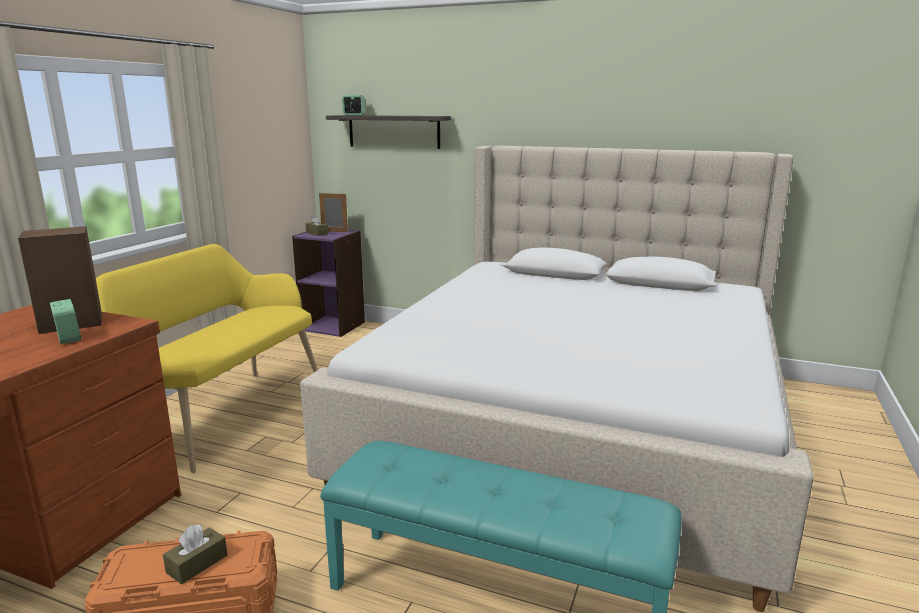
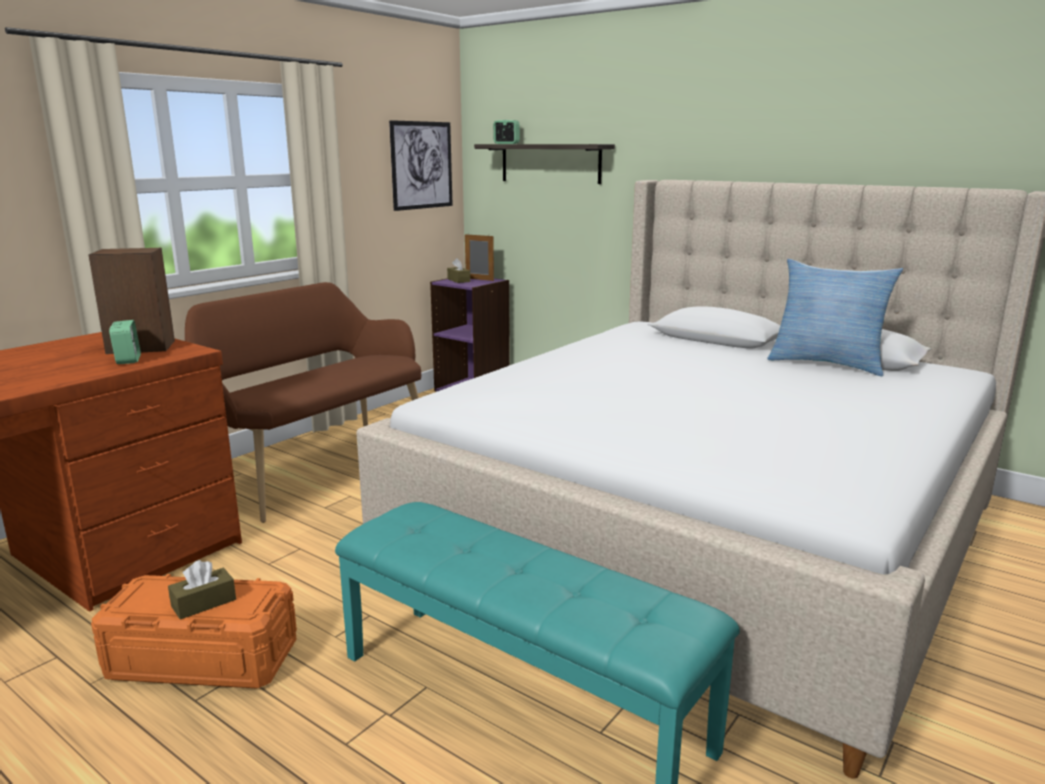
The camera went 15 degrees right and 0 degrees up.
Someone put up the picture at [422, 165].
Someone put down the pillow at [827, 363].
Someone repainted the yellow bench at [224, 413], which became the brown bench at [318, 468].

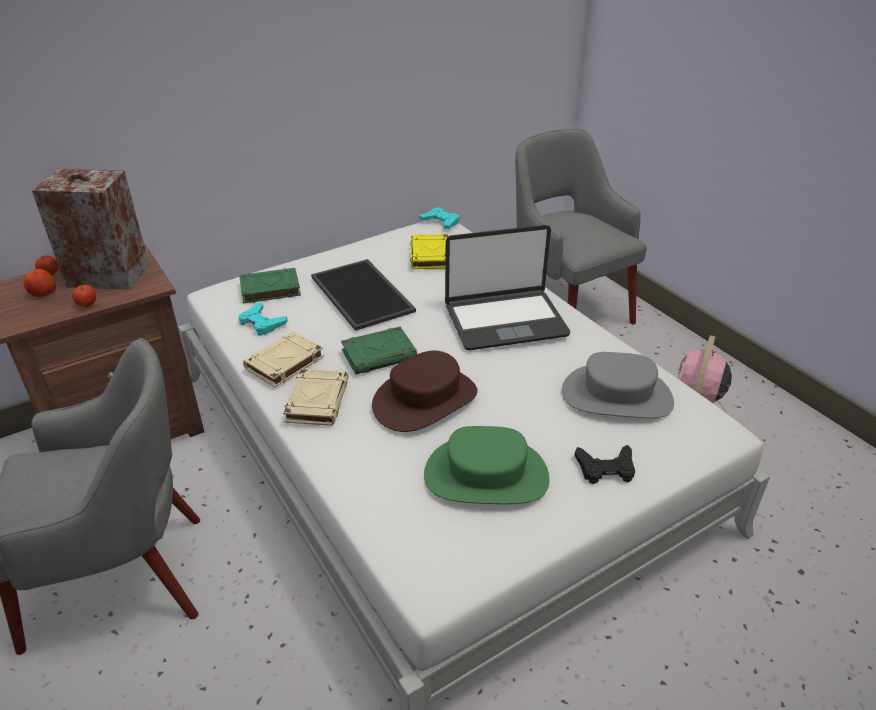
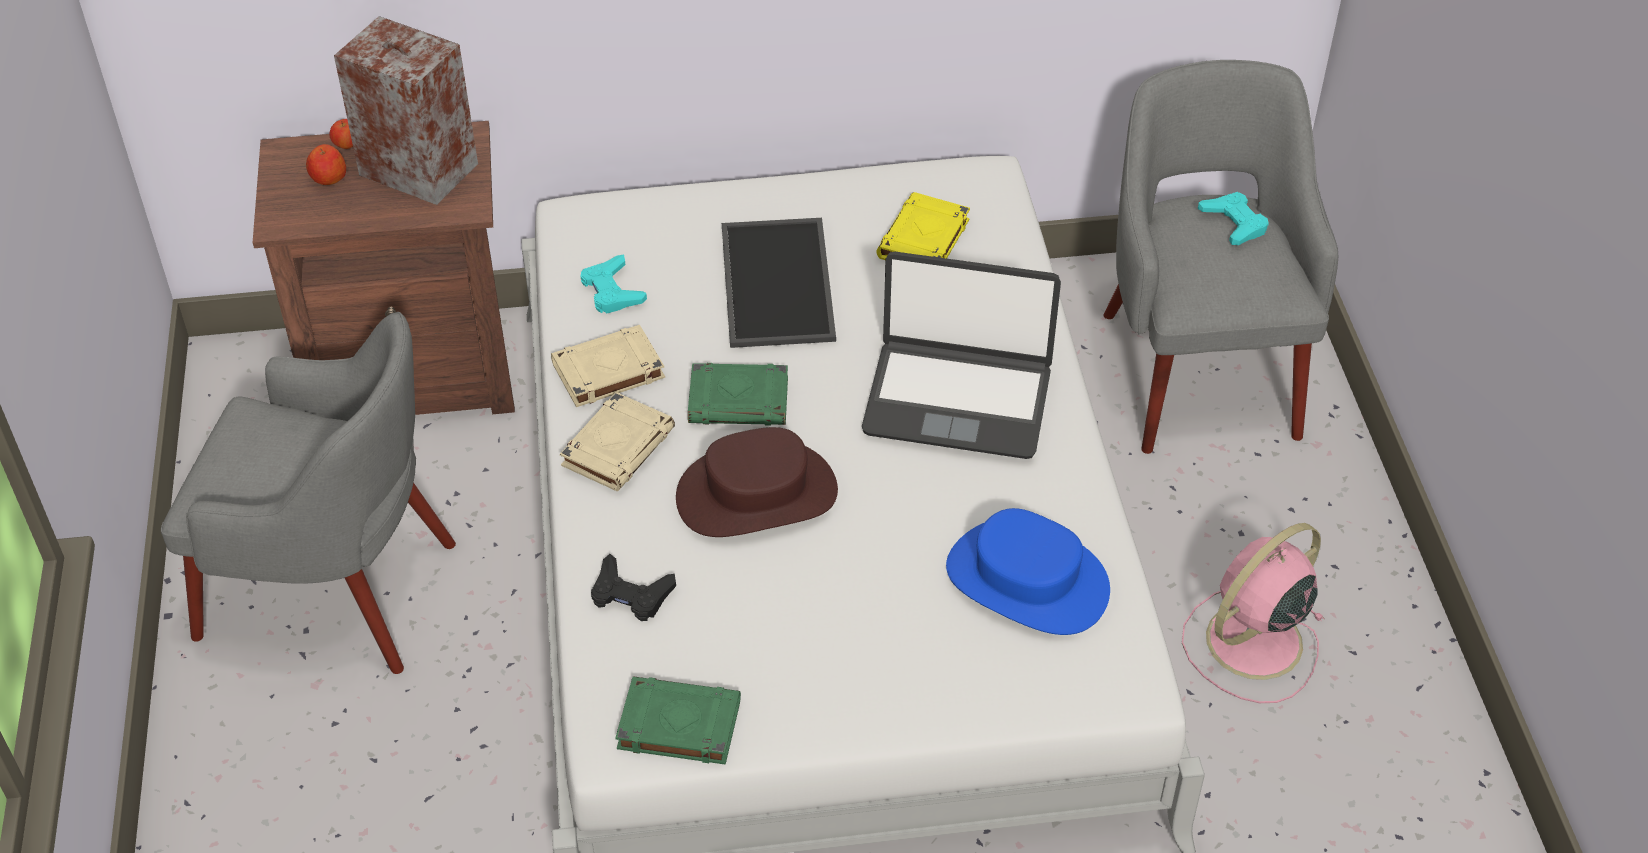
The camera went 25 degrees right and 10 degrees up.
Someone took away the apple at [87, 305].
Someone took away the green hat at [486, 476].
Someone carried the green book from [269, 289] to [677, 725].
Someone carried the turquoise game controller from [440, 222] to [1234, 223].
Someone carried the black game controller from [605, 468] to [631, 594].
Someone repainted the grey hat at [616, 396], which became the blue hat at [1026, 581].

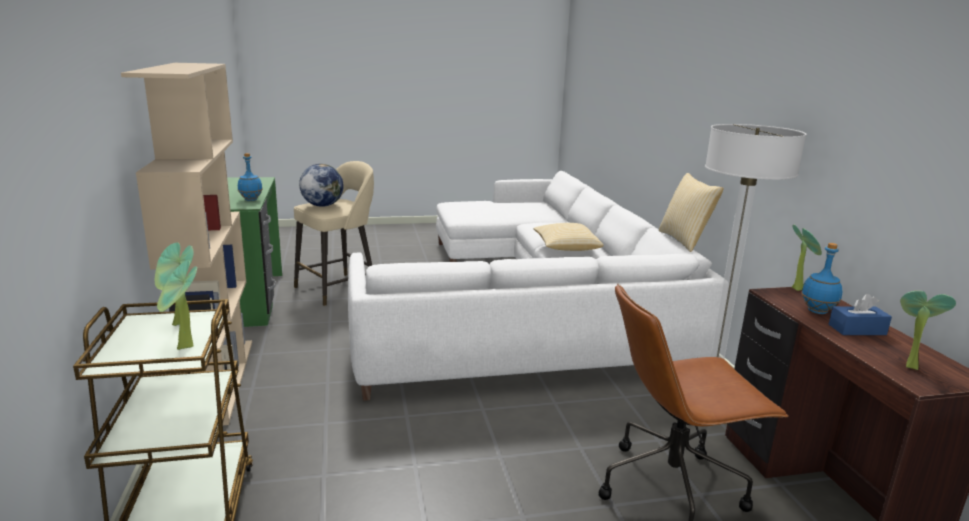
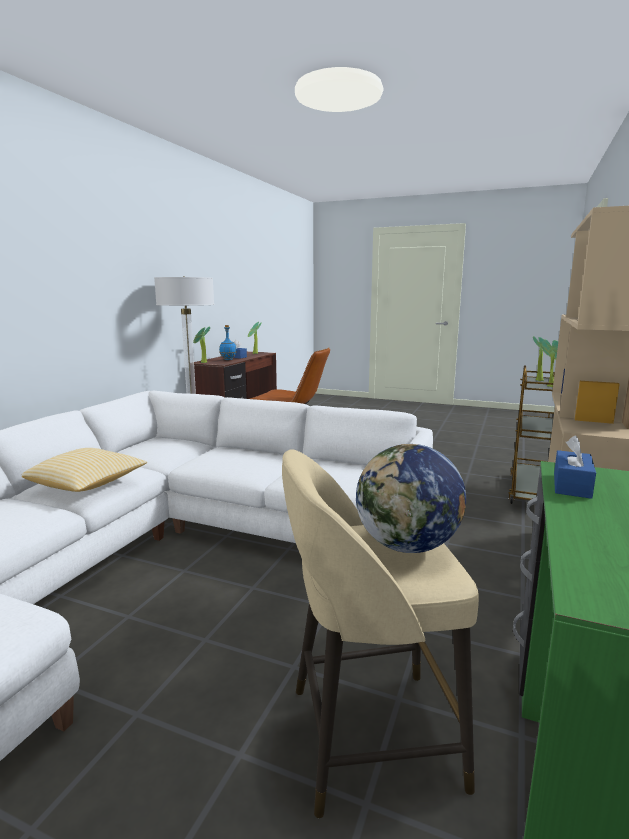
The camera went 145 degrees left and 5 degrees down.
Someone took away the pillow at [685, 241].
Someone swapped the blue bottle at [250, 200] for the blue tissue box at [571, 485].

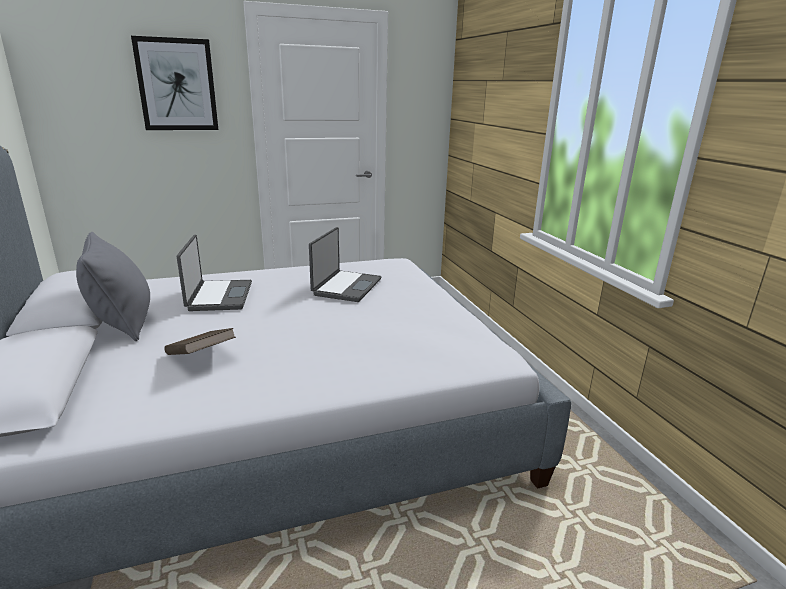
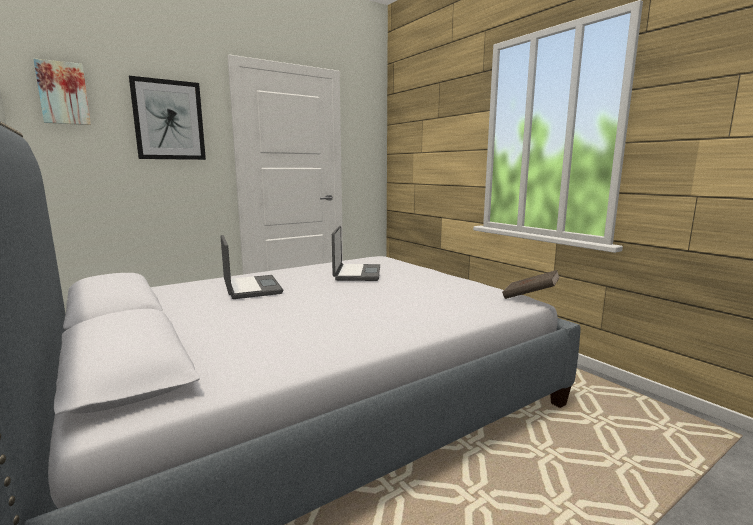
The camera went 15 degrees left and 10 degrees down.
Someone took away the grey pillow at [123, 324].
Someone put up the picture at [63, 93].
Someone carried the brown book from [201, 357] to [530, 297].

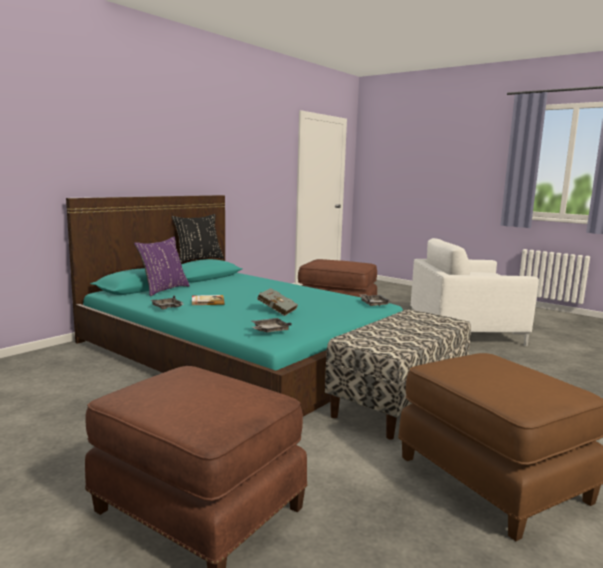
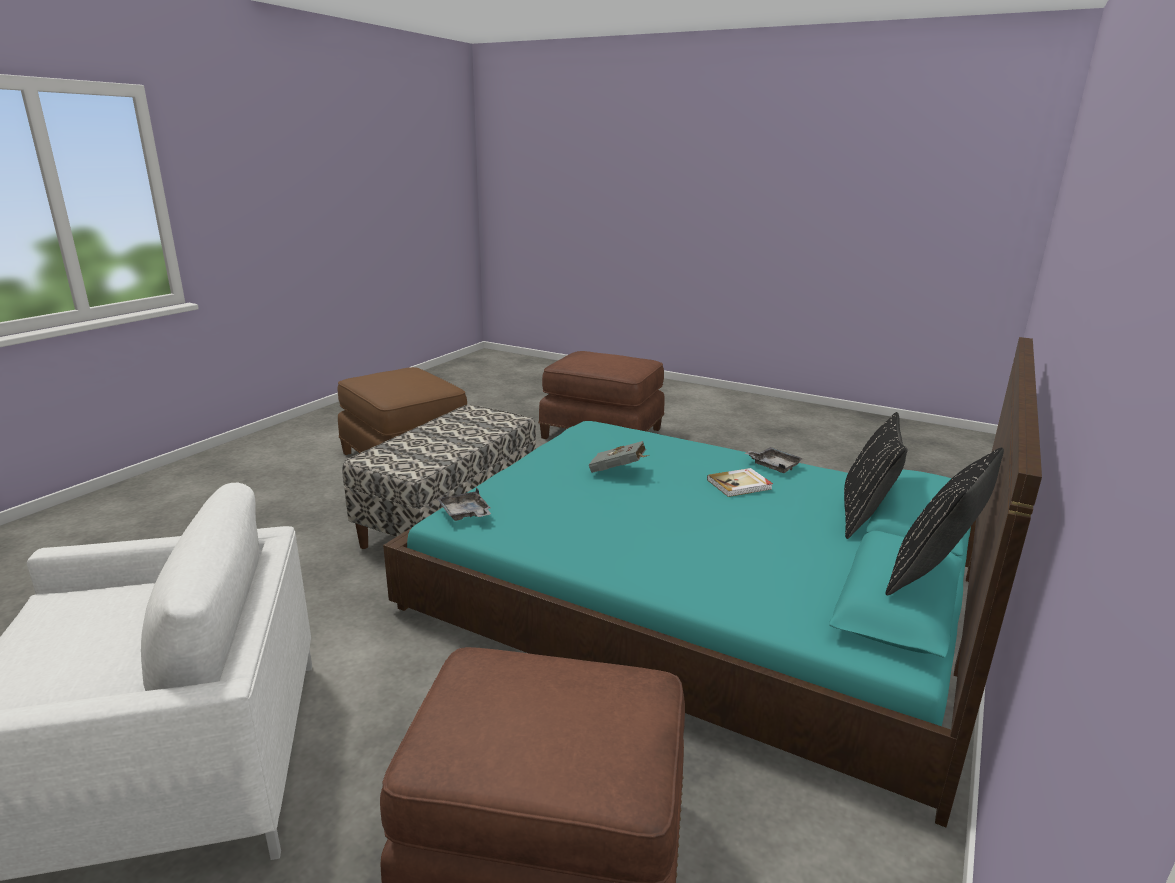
The camera went 170 degrees right and 10 degrees up.
Someone took away the grey tray at [269, 330].
Someone repainted the purple pillow at [163, 290], which became the black pillow at [865, 516].

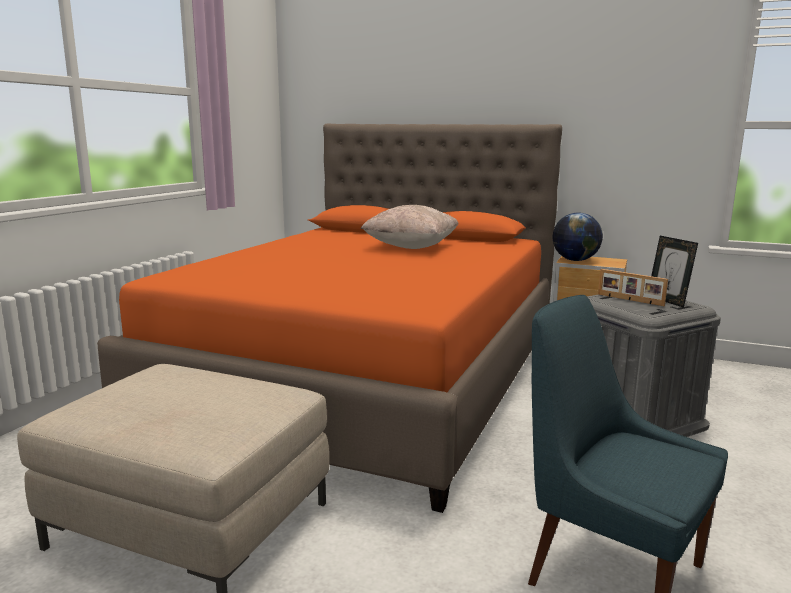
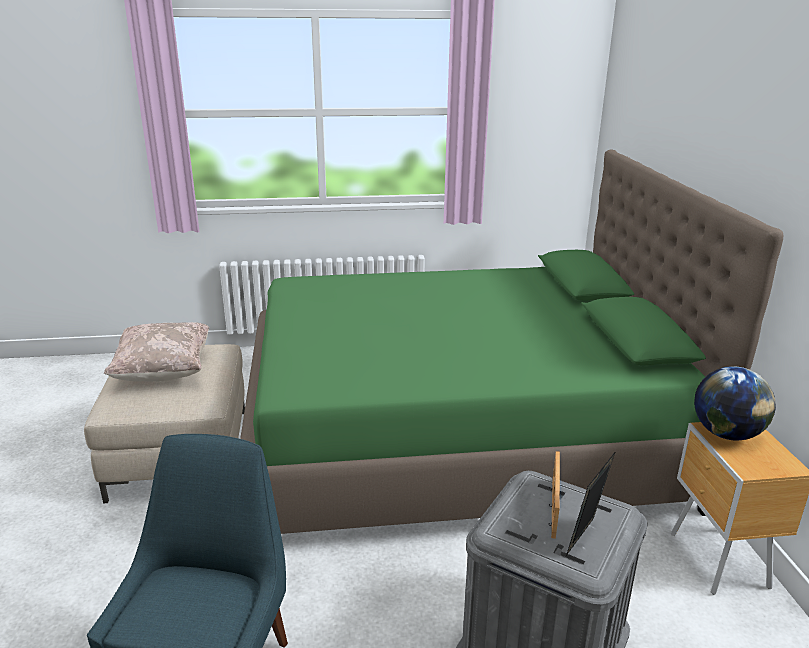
The camera went 60 degrees right and 10 degrees up.
Someone carried the beige pillow from [411, 247] to [164, 372].
Someone repainted the orange bed at [369, 377], which became the green bed at [456, 435].

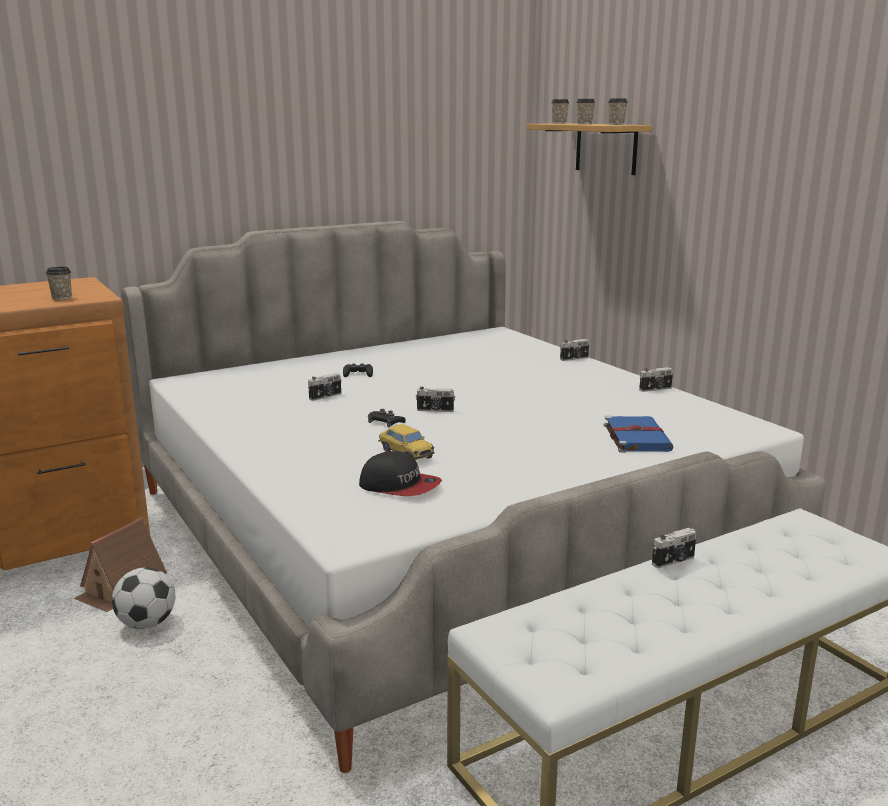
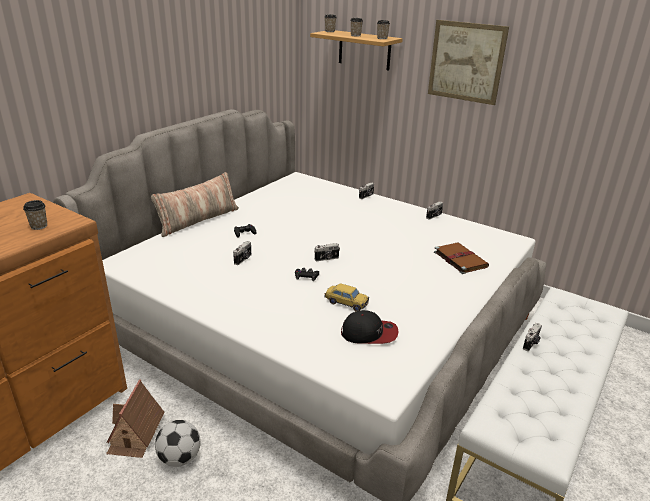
The camera went 25 degrees left and 10 degrees up.
Someone put down the pillow at [198, 220].
Someone put up the picture at [466, 62].
Someone repainted the blue book at [636, 437], which became the brown book at [459, 259].

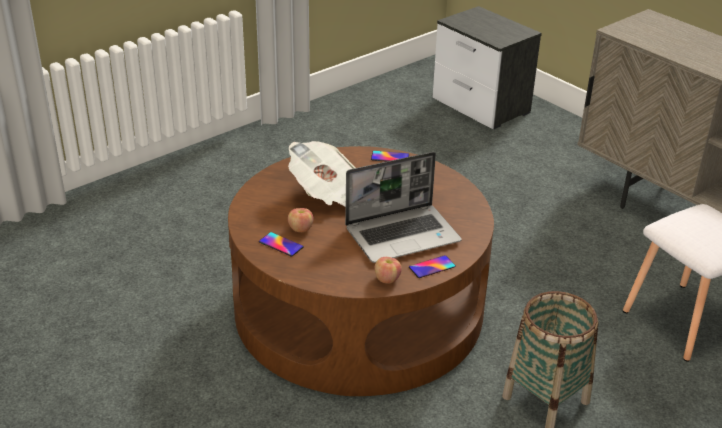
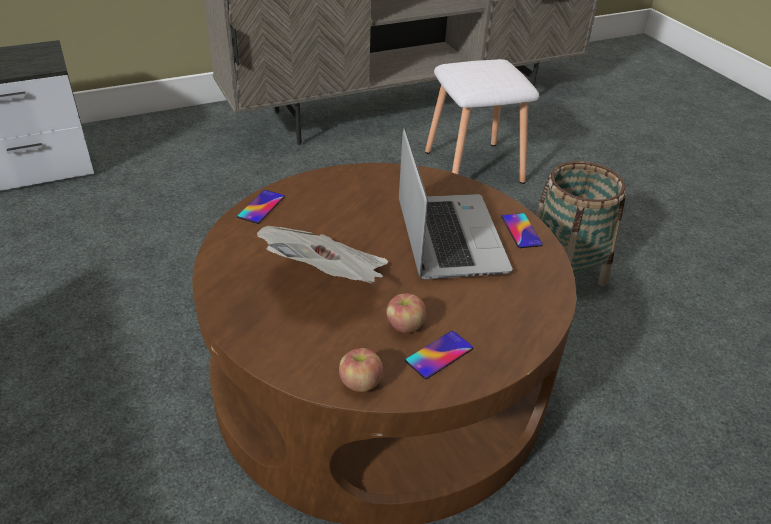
The camera went 75 degrees left and 5 degrees up.
Someone carried the apple from [387, 279] to [360, 383].

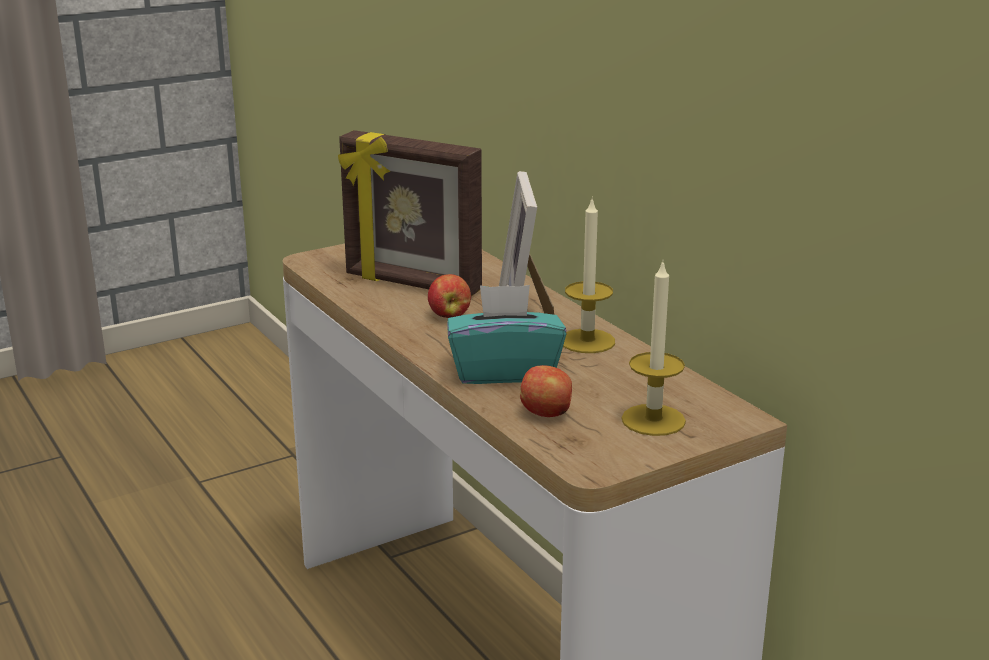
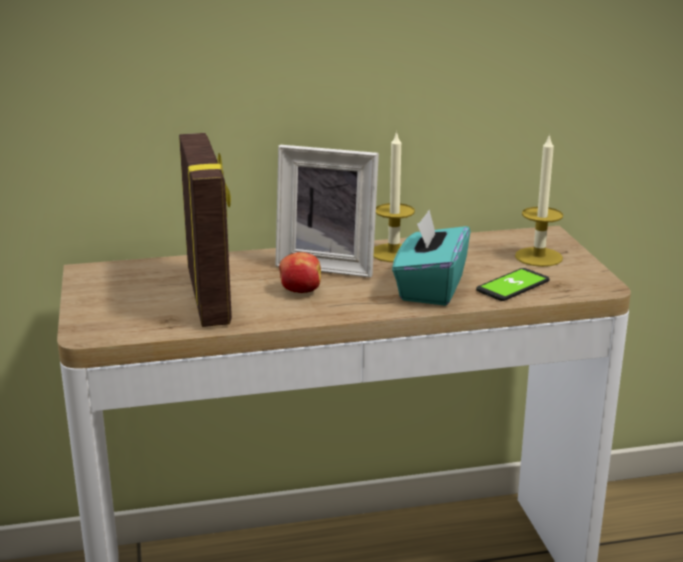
The camera went 70 degrees left and 0 degrees up.
Someone swapped the apple at [547, 413] for the phone at [513, 286].
Someone rotated the picture frame at [411, 284] by 60 degrees counterclockwise.

